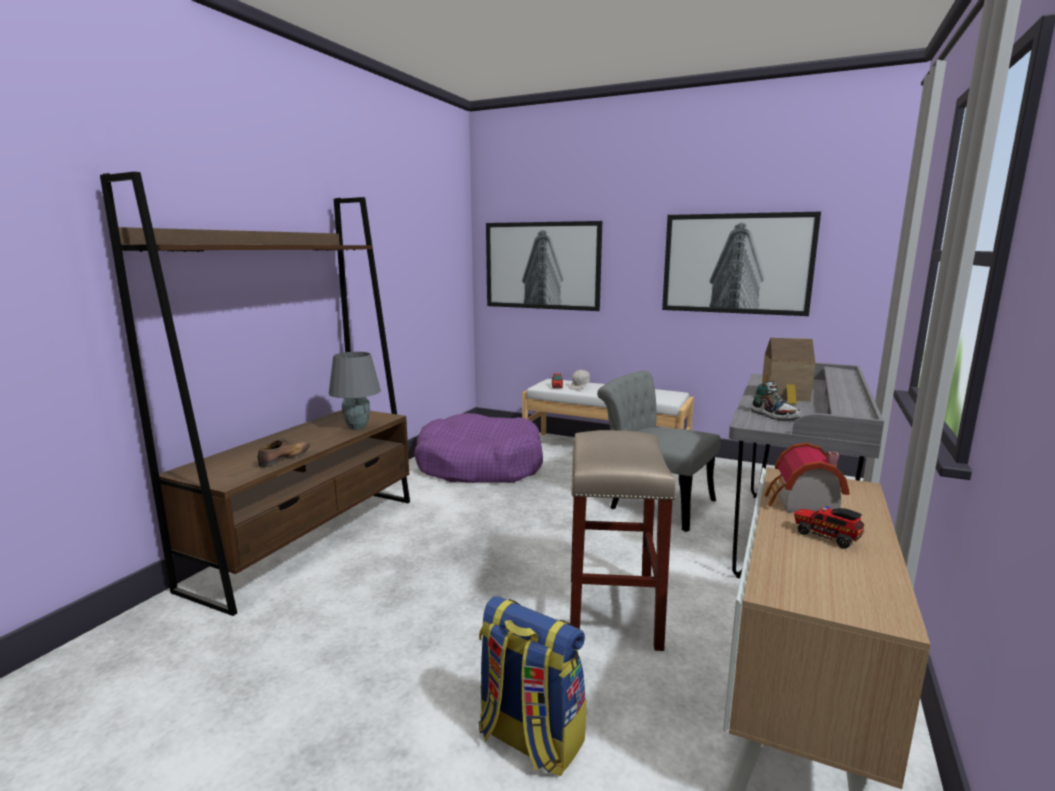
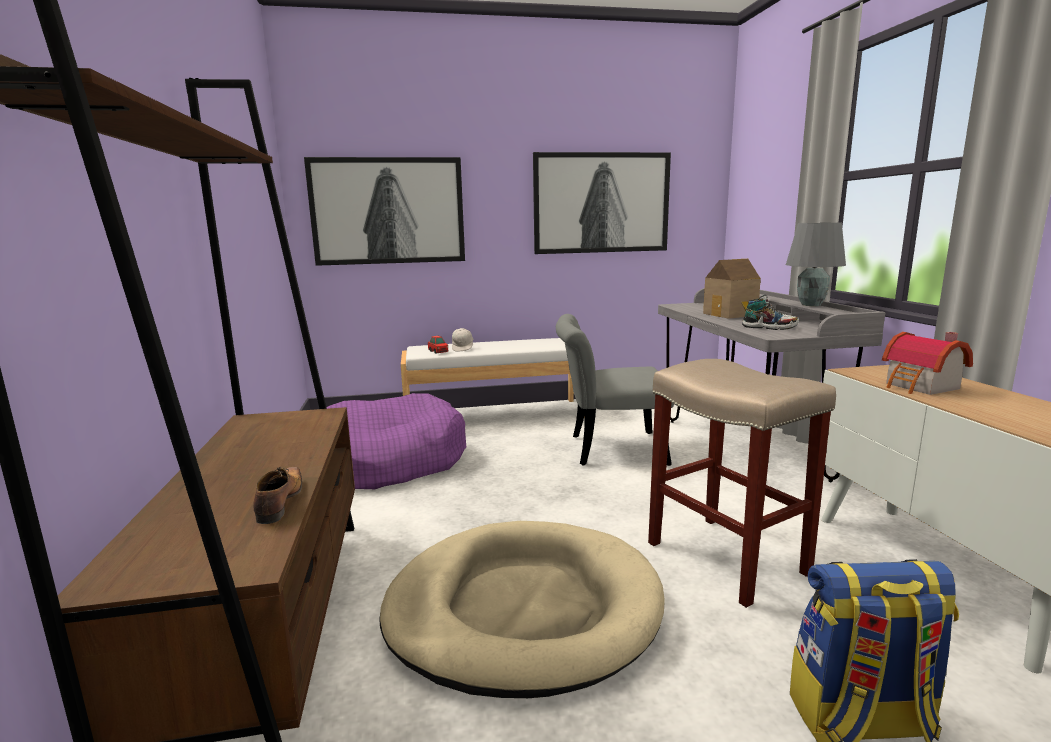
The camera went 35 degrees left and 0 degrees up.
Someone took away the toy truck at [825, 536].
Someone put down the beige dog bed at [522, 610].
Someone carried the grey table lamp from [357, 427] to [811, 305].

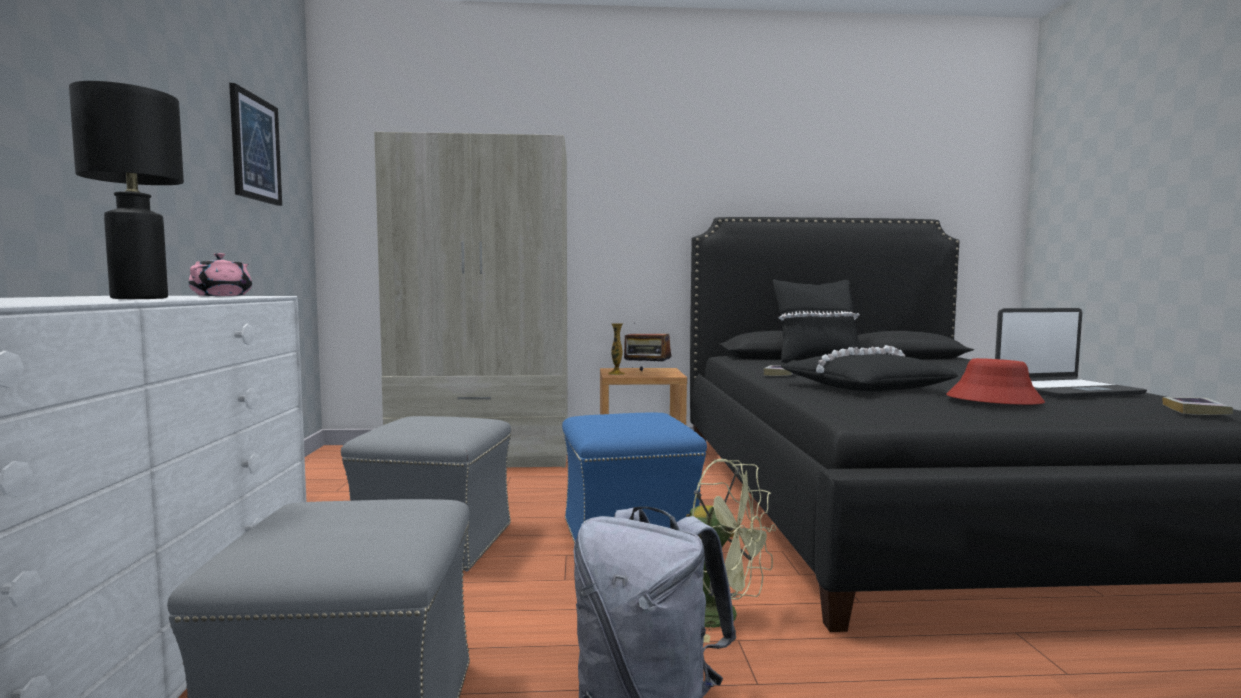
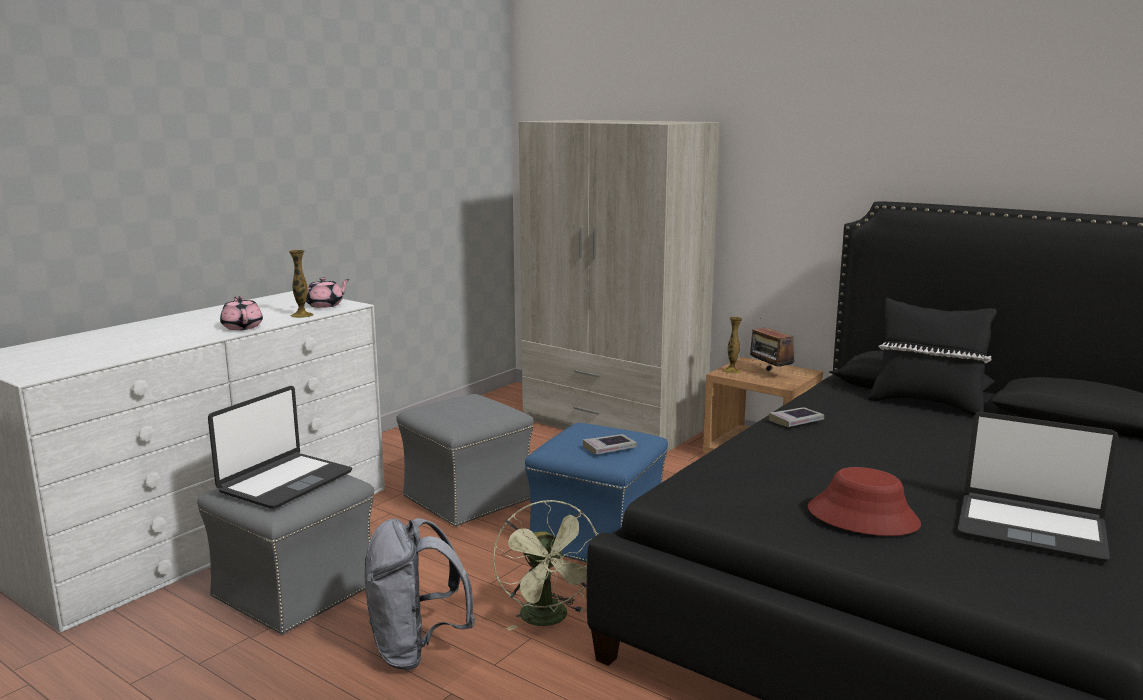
The camera went 40 degrees right and 10 degrees up.
Someone took away the picture at [255, 148].
Someone took away the black pillow at [863, 387].
Someone put down the laptop at [284, 482].
Someone put down the vase at [302, 315].
Someone carried the book from [1195, 411] to [609, 448].
Someone swapped the black table lamp at [137, 298] for the pink teapot at [242, 327].

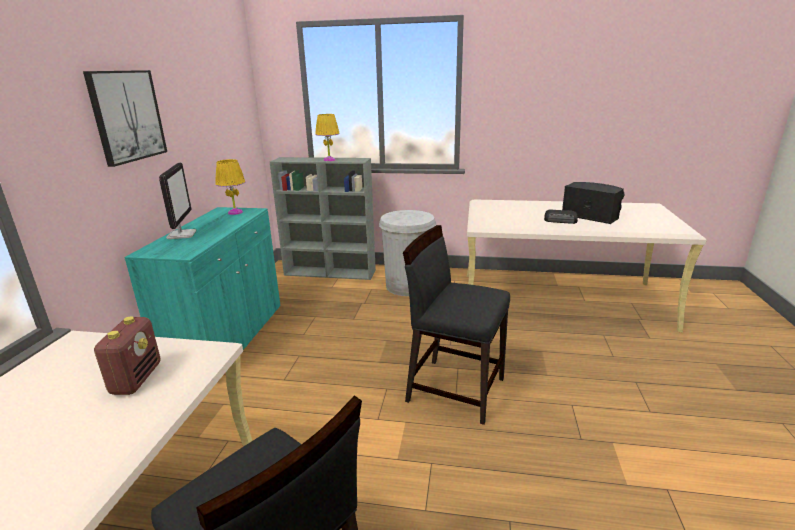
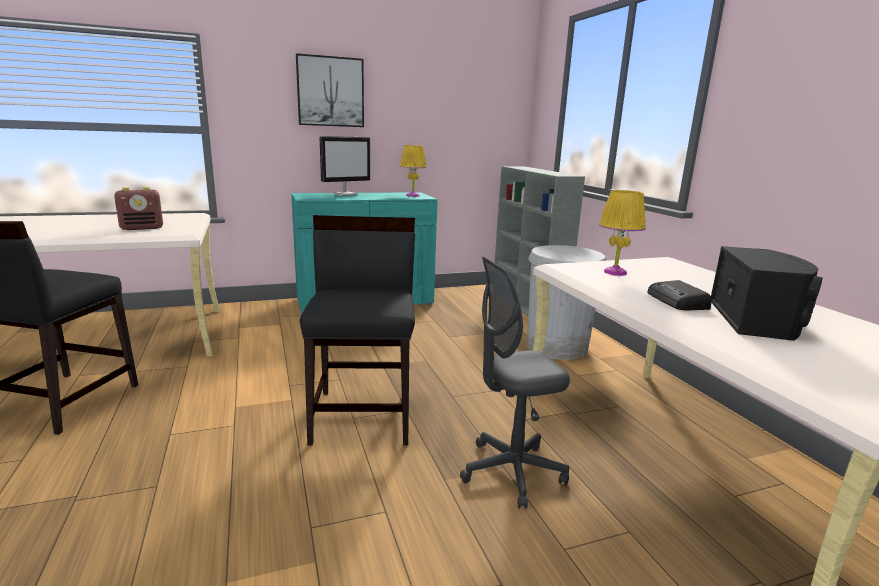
The camera went 60 degrees right and 5 degrees down.
Someone put down the grey office chair at [512, 472].
Someone carried the yellow table lamp from [329, 160] to [615, 272].

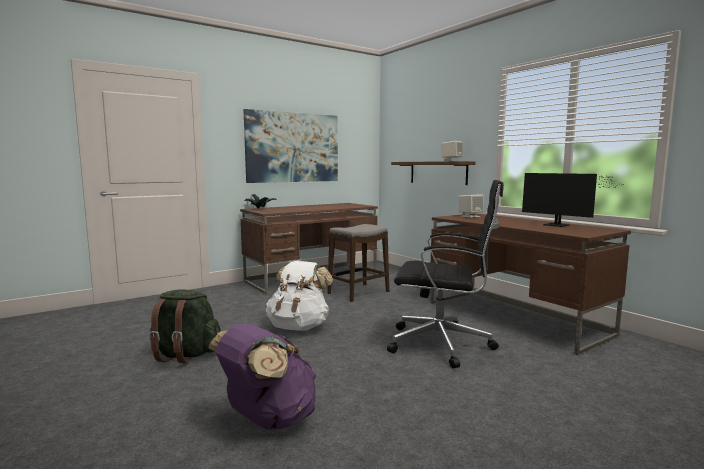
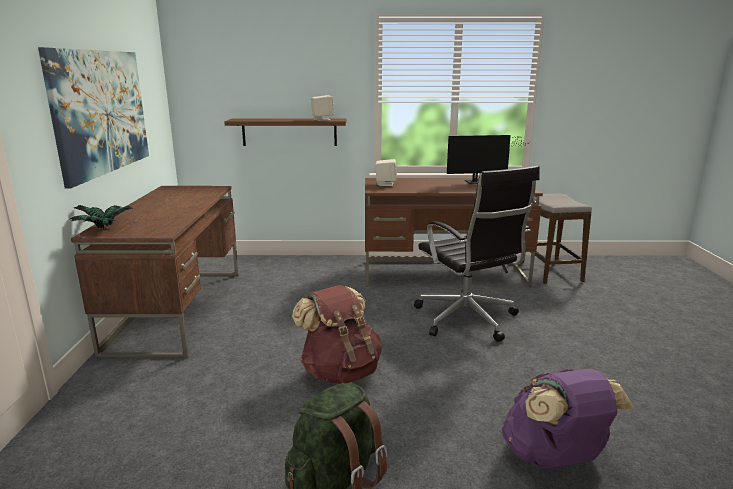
The camera went 55 degrees left and 10 degrees up.
Someone carried the stool from [358, 293] to [550, 272].
Someone repainted the white backpack at [299, 327], which became the brown backpack at [340, 371].
Someone rotated the black office chair at [443, 344] by 105 degrees clockwise.

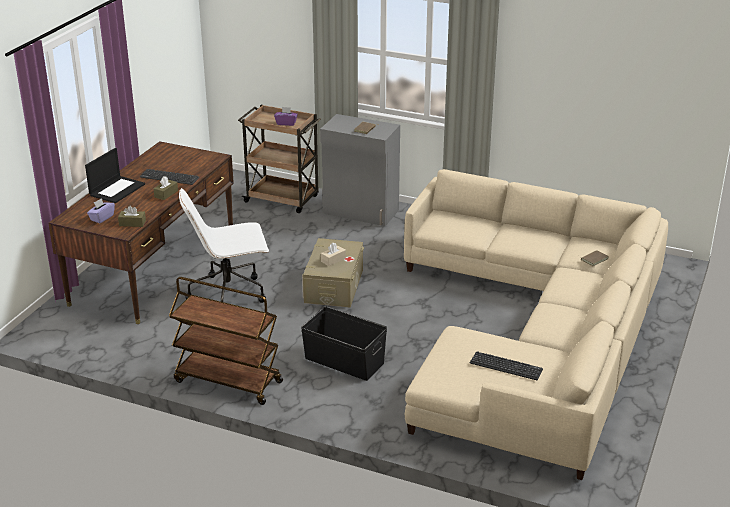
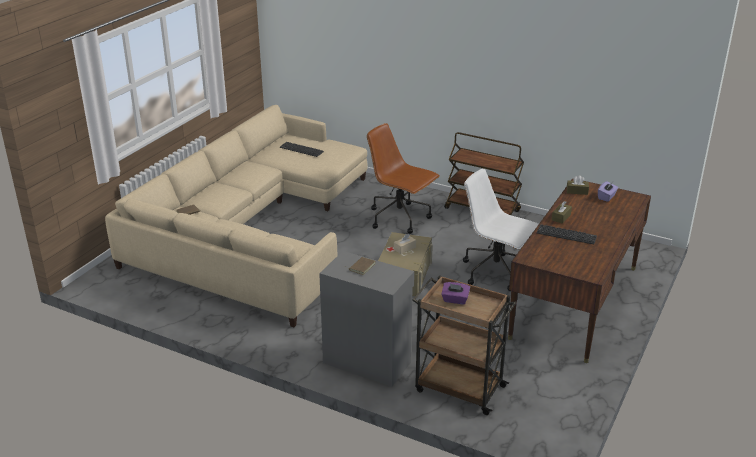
The camera went 175 degrees left and 0 degrees up.
Someone took away the laptop at [117, 189].
Someone swapped the black storage box at [344, 361] for the brown office chair at [400, 218].
Someone rotated the white office chair at [229, 294] by 135 degrees counterclockwise.

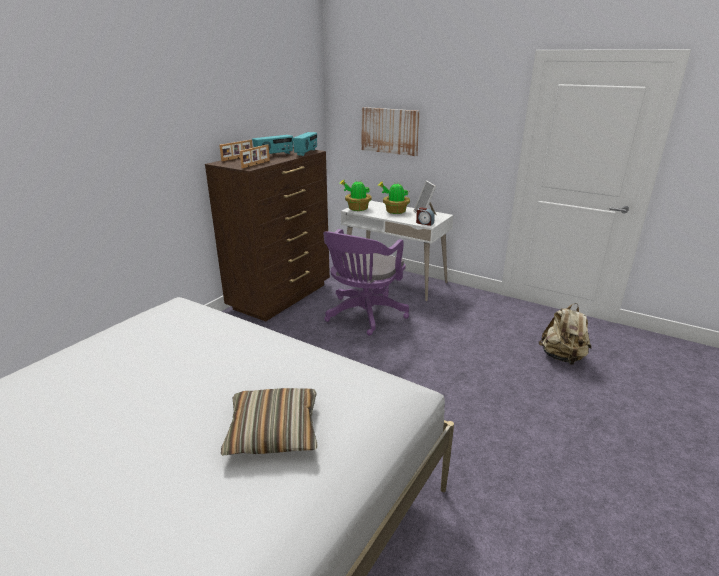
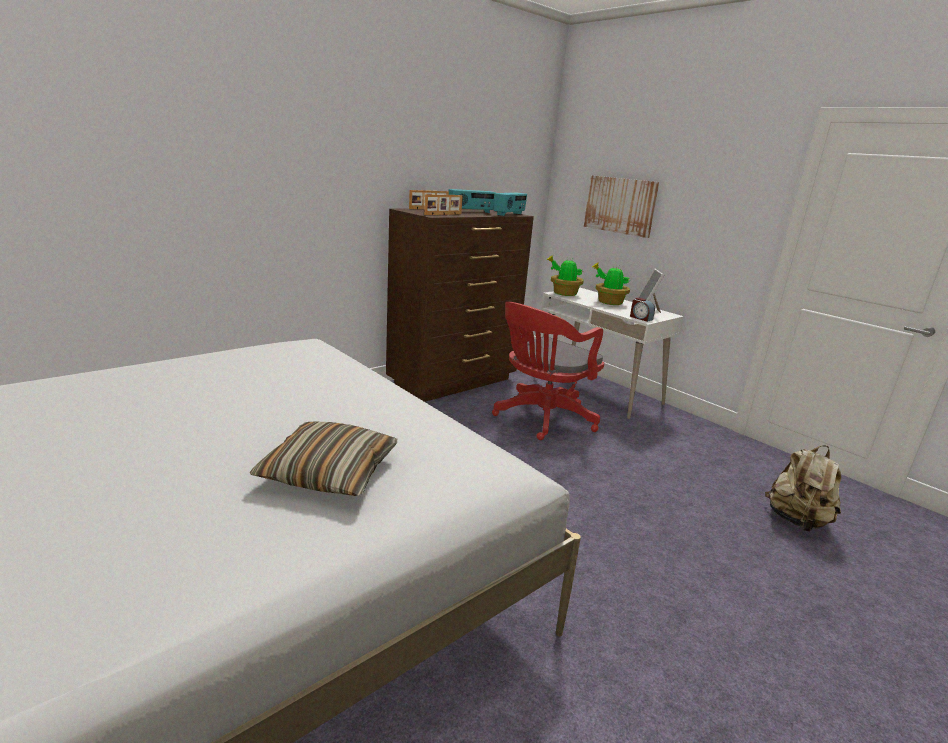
The camera went 15 degrees right and 5 degrees down.
Someone repainted the purple office chair at [363, 315], which became the red office chair at [541, 418].

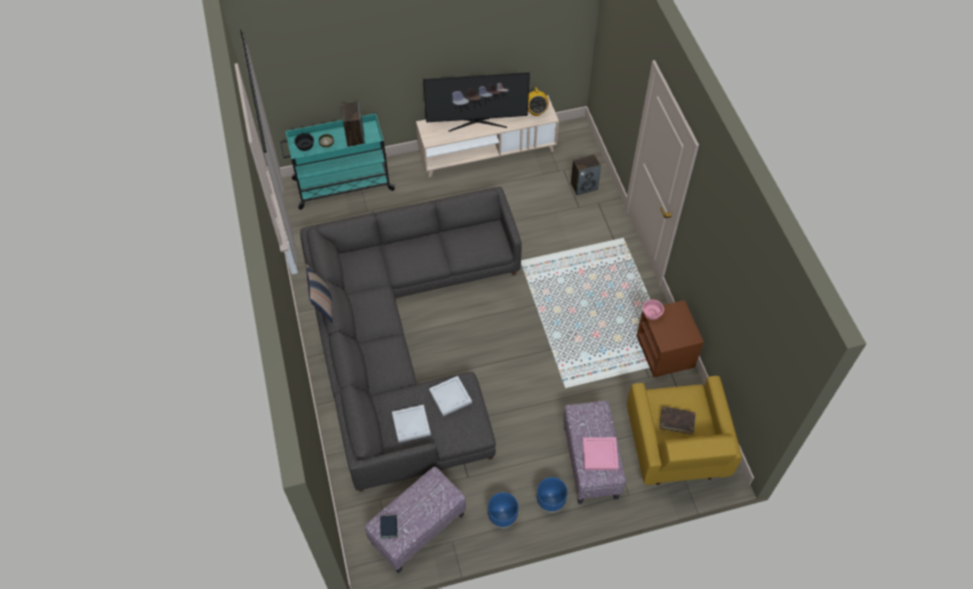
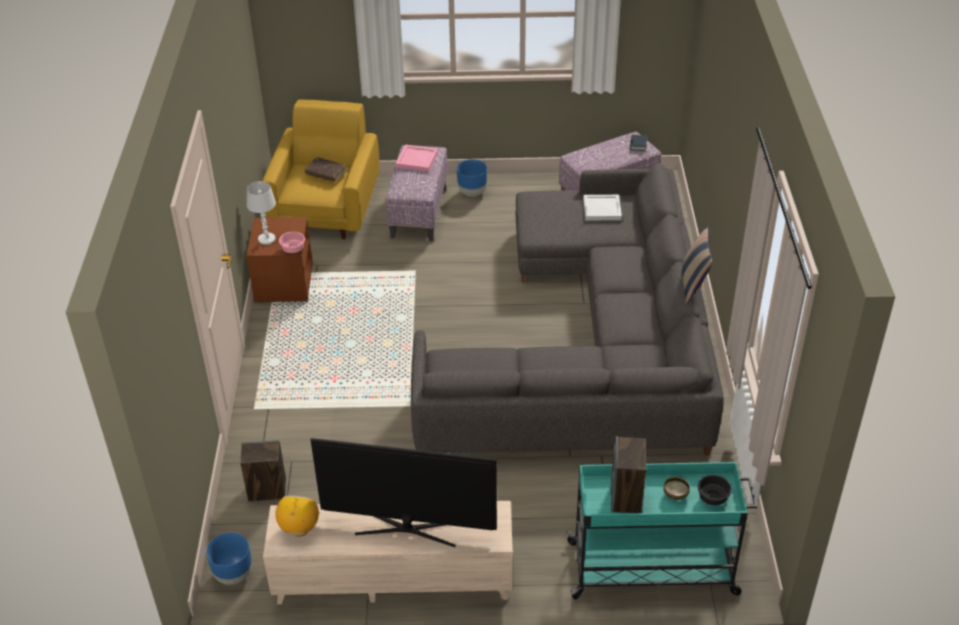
The camera went 165 degrees left and 15 degrees down.
Someone took away the white tray at [450, 397].
Someone put down the white table lamp at [266, 239].
Someone carried the blue planter from [502, 517] to [233, 575].

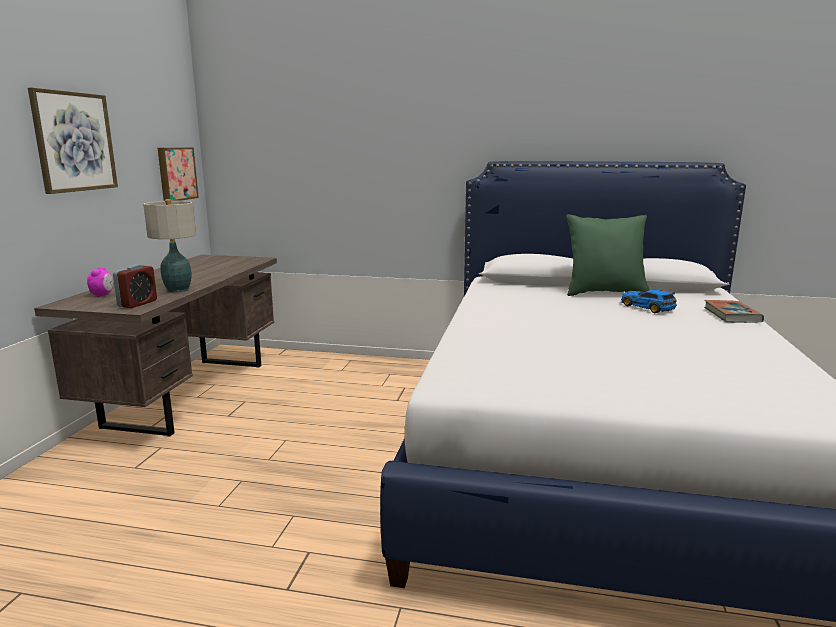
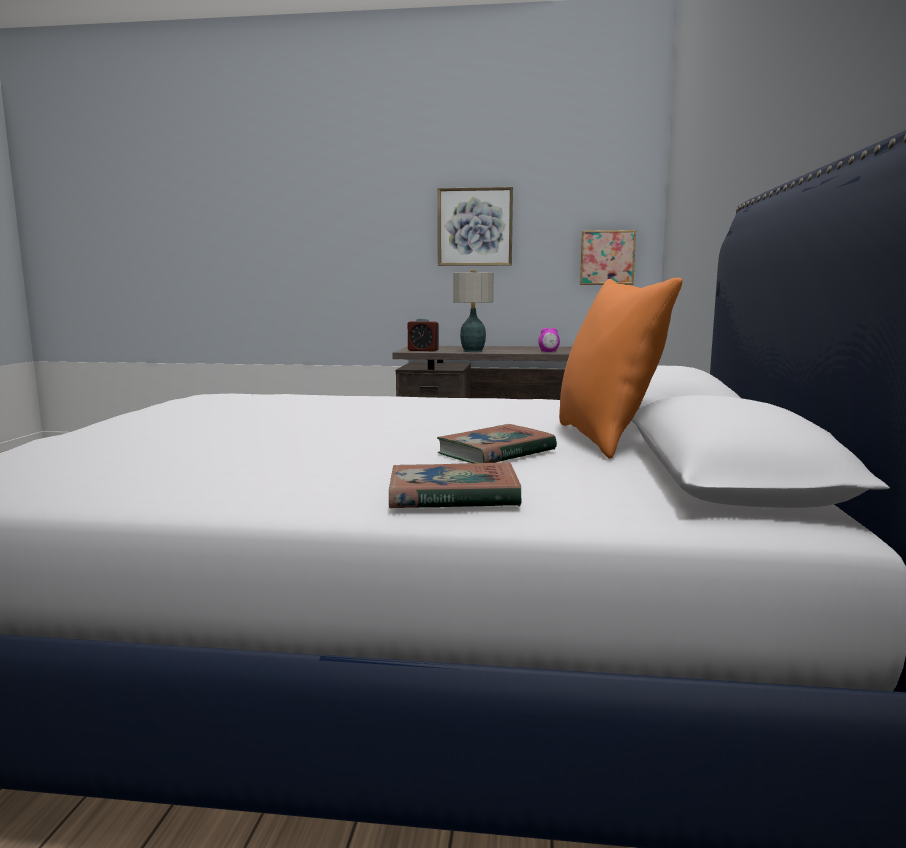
The camera went 85 degrees right and 5 degrees down.
Someone carried the alarm clock from [102, 295] to [548, 352].
Someone swapped the toy car at [648, 308] for the book at [496, 452].
Someone repainted the green pillow at [604, 293], which became the orange pillow at [606, 439].

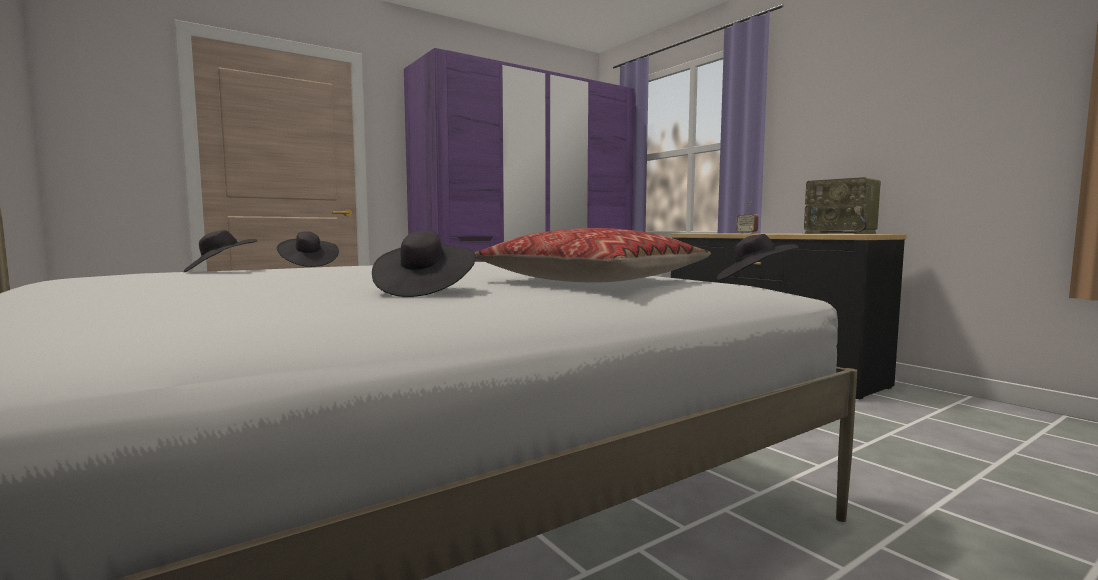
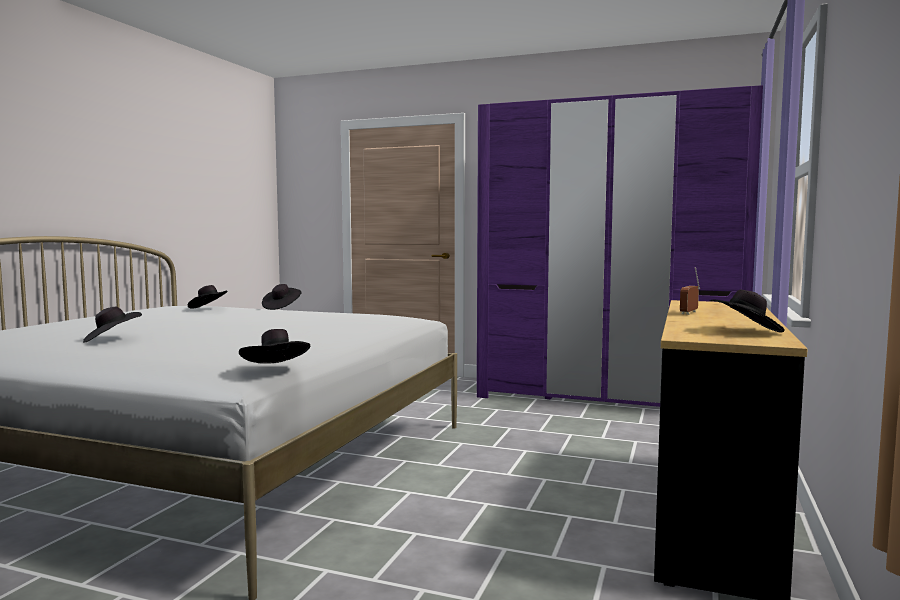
The camera went 55 degrees right and 0 degrees up.
Someone took away the pillow at [594, 281].
Someone swapped the radio at [841, 233] for the black hat at [746, 331].

